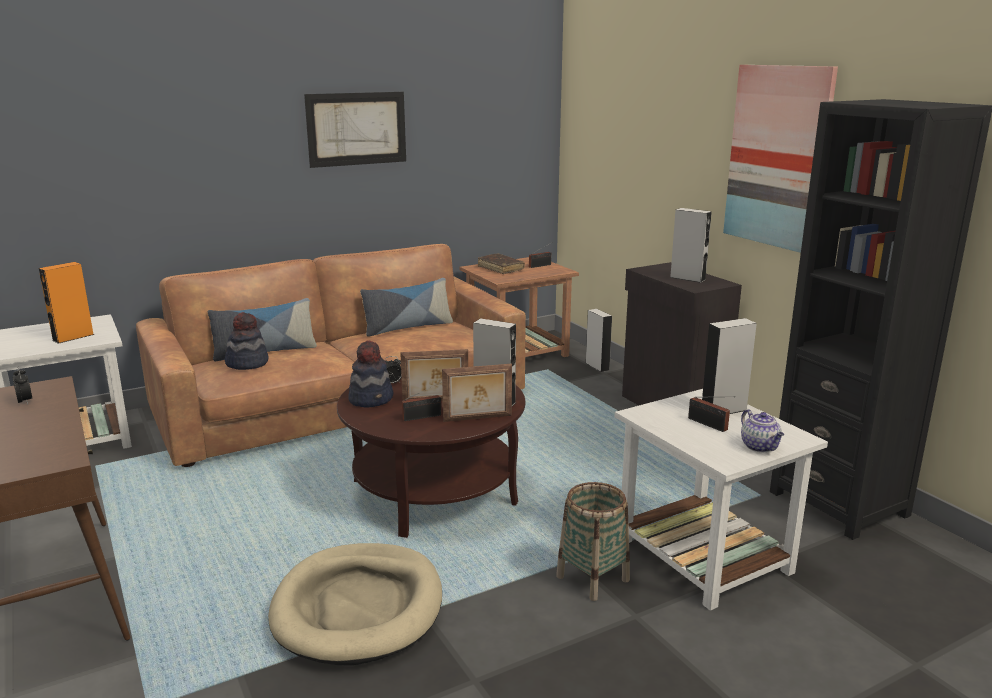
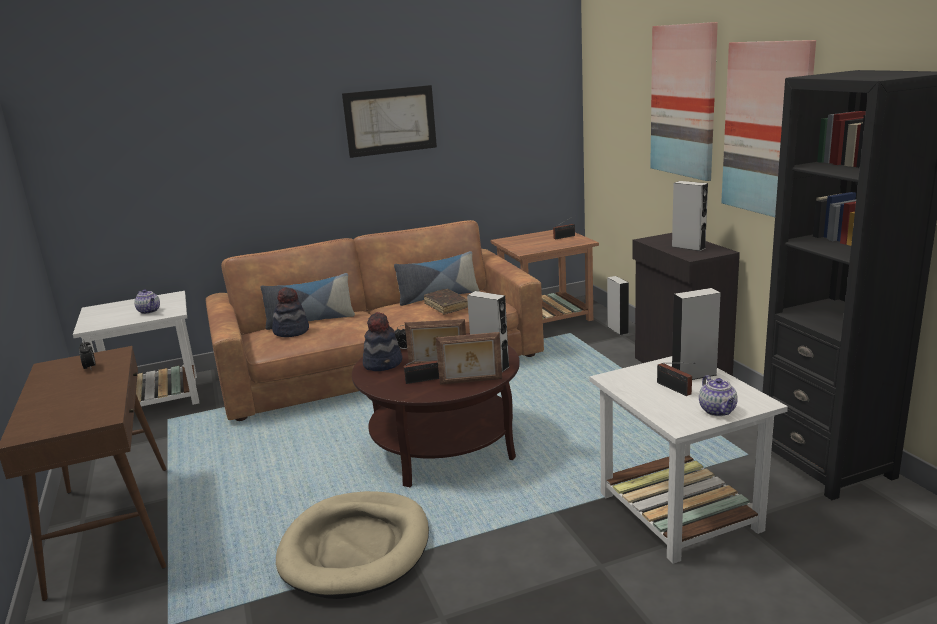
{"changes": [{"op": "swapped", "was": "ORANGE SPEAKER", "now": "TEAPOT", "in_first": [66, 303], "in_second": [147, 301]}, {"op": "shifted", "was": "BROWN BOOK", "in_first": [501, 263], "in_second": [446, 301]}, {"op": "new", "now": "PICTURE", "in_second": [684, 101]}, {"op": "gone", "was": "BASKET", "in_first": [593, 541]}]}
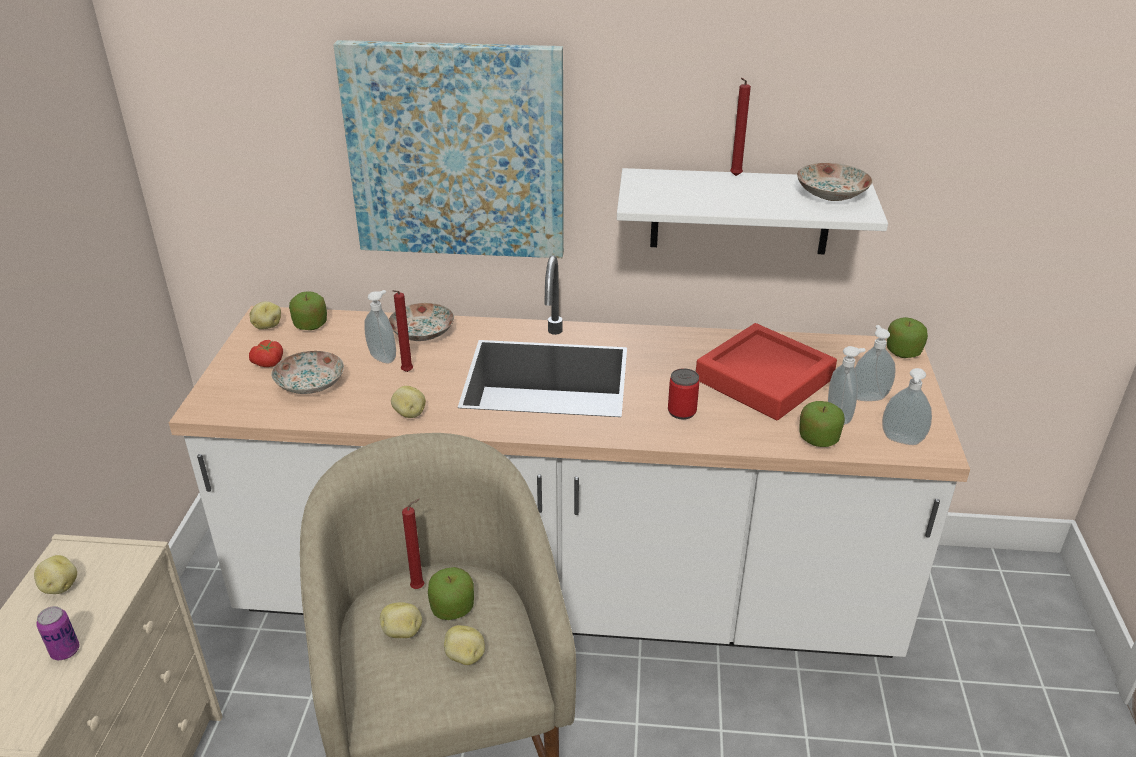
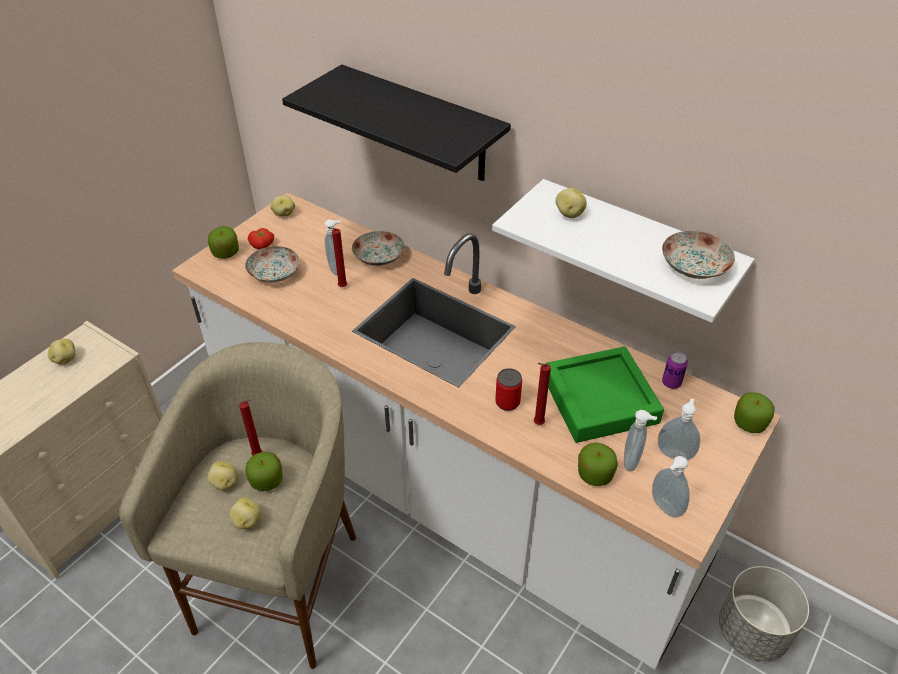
{"changes": [{"op": "shifted", "was": "APPLE", "in_first": [308, 310], "in_second": [223, 242]}, {"op": "swapped", "was": "PICTURE", "now": "BLACK SHELF", "in_first": [448, 149], "in_second": [396, 123]}, {"op": "shifted", "was": "RED CANDLE", "in_first": [740, 127], "in_second": [542, 394]}, {"op": "repainted", "was": "RED TRAY", "now": "GREEN TRAY", "in_first": [766, 371], "in_second": [604, 395]}, {"op": "shifted", "was": "POTATO", "in_first": [408, 402], "in_second": [571, 203]}, {"op": "shifted", "was": "CAN", "in_first": [58, 633], "in_second": [675, 370]}, {"op": "new", "now": "GREY PLANTER", "in_second": [764, 613]}]}
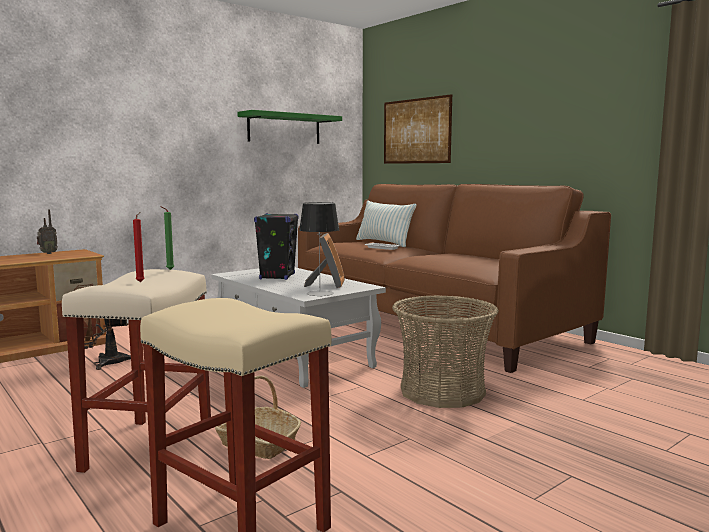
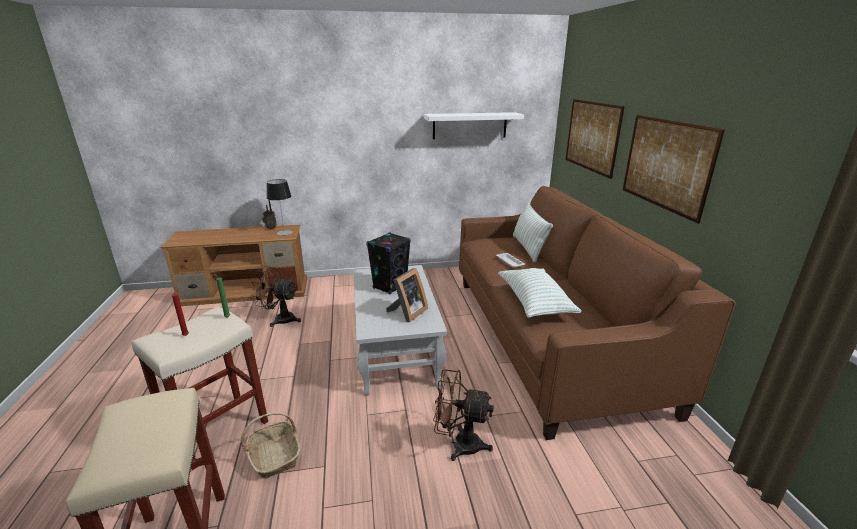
{"changes": [{"op": "shifted", "was": "TABLE LAMP", "in_first": [319, 249], "in_second": [279, 207]}, {"op": "repainted", "was": "GREEN SHELF", "now": "WHITE SHELF", "in_first": [289, 127], "in_second": [474, 125]}, {"op": "swapped", "was": "BASKET", "now": "BROWN FAN", "in_first": [445, 351], "in_second": [463, 415]}, {"op": "new", "now": "PILLOW", "in_second": [540, 293]}, {"op": "new", "now": "PICTURE", "in_second": [674, 169]}]}
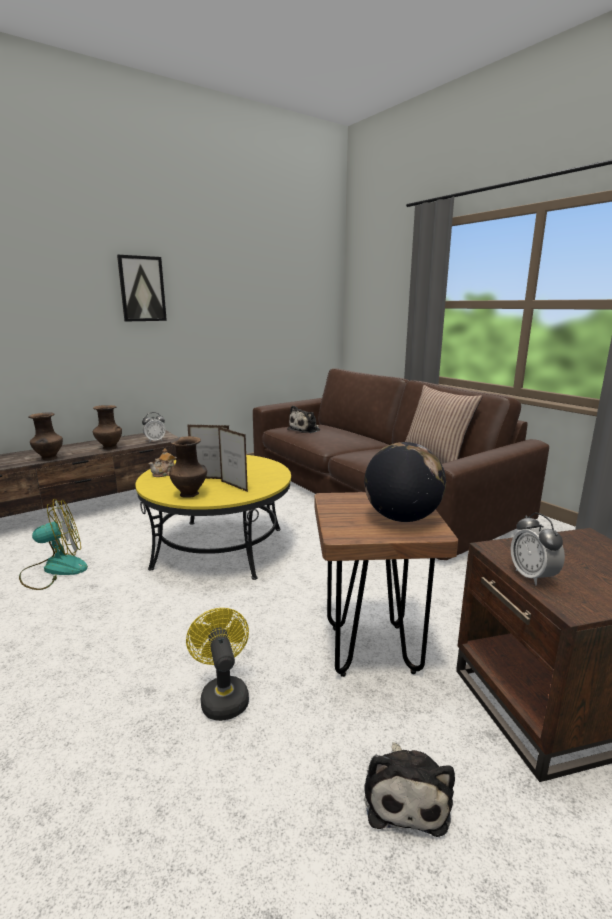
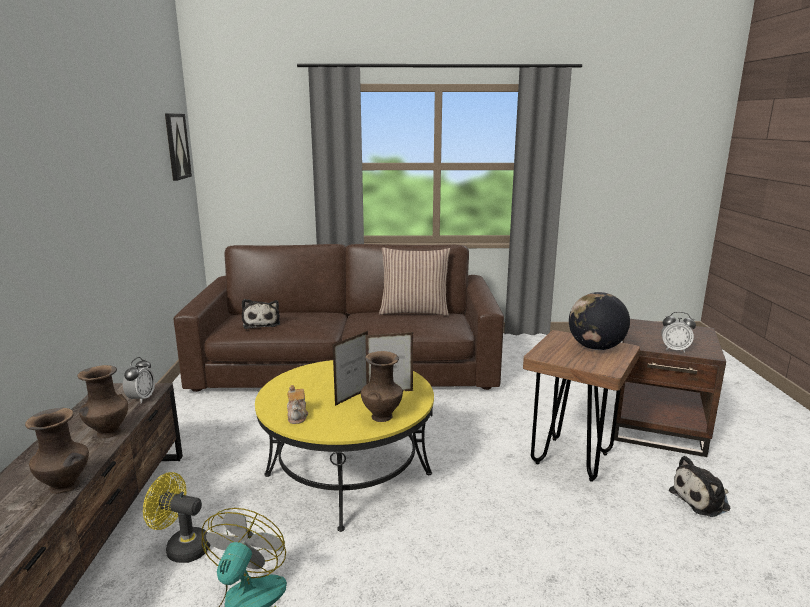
{"changes": [{"op": "shifted", "was": "YELLOW FAN", "in_first": [217, 664], "in_second": [177, 517]}, {"op": "shifted", "was": "PICTURE", "in_first": [142, 288], "in_second": [178, 147]}, {"op": "rotated", "was": "PLUSH TOY", "in_first": [409, 789], "in_second": [700, 486], "clockwise": 120}]}
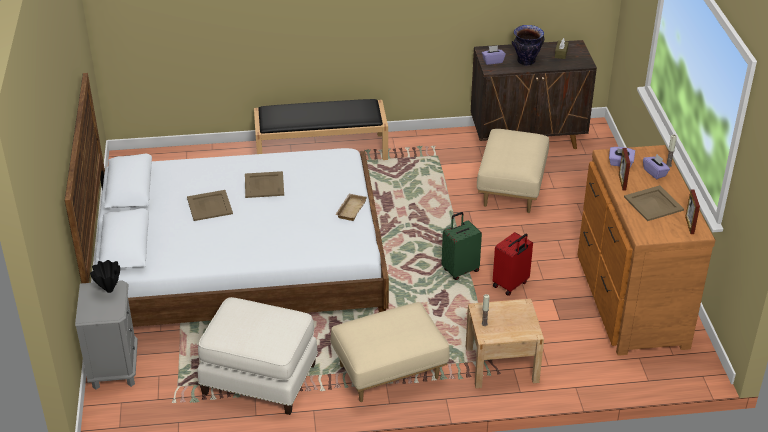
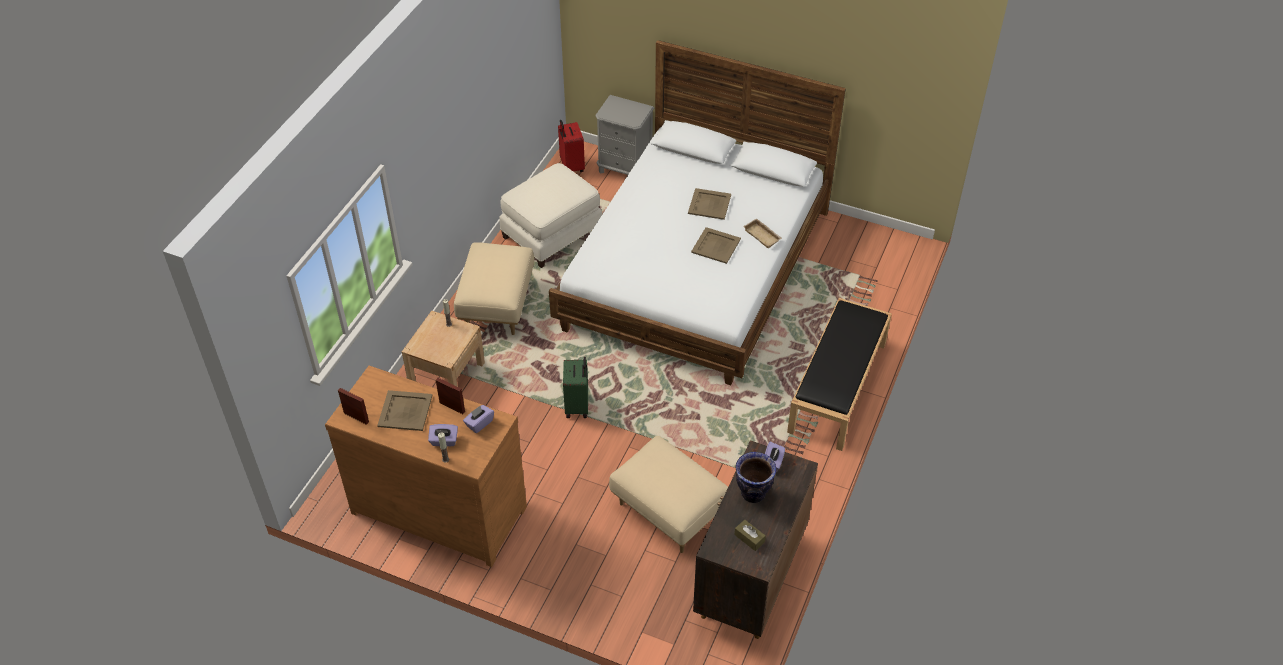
{"changes": [{"op": "shifted", "was": "RED SUITCASE", "in_first": [513, 264], "in_second": [571, 146]}, {"op": "shifted", "was": "BEIGE TRAY", "in_first": [351, 207], "in_second": [762, 233]}, {"op": "gone", "was": "BLACK VASE", "in_first": [105, 276]}]}
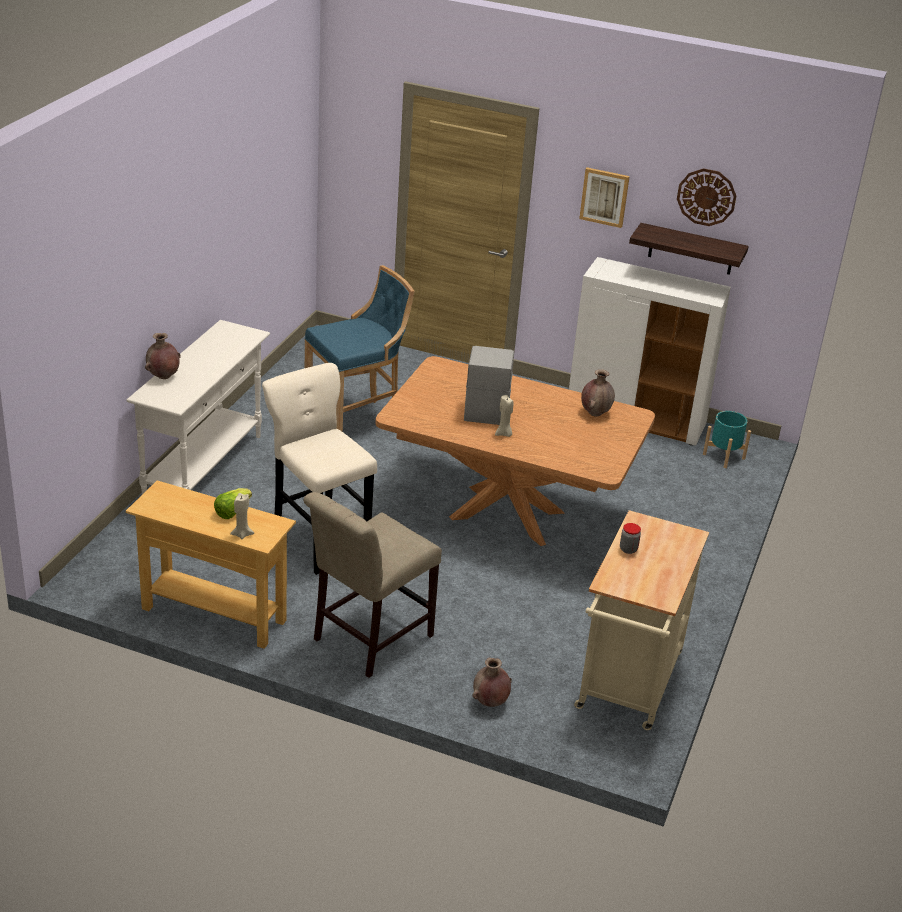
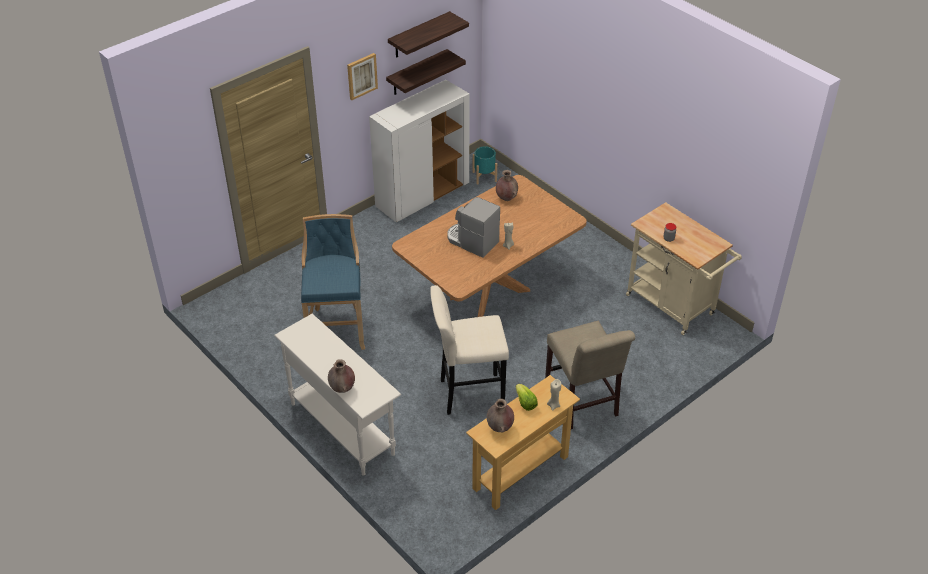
{"changes": [{"op": "swapped", "was": "WALL CLOCK", "now": "SHELF", "in_first": [706, 197], "in_second": [428, 34]}, {"op": "shifted", "was": "BROWN VASE", "in_first": [492, 682], "in_second": [500, 416]}]}
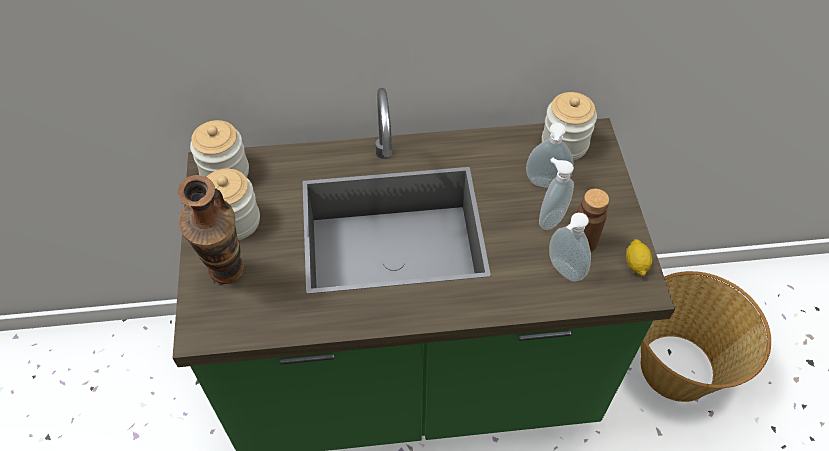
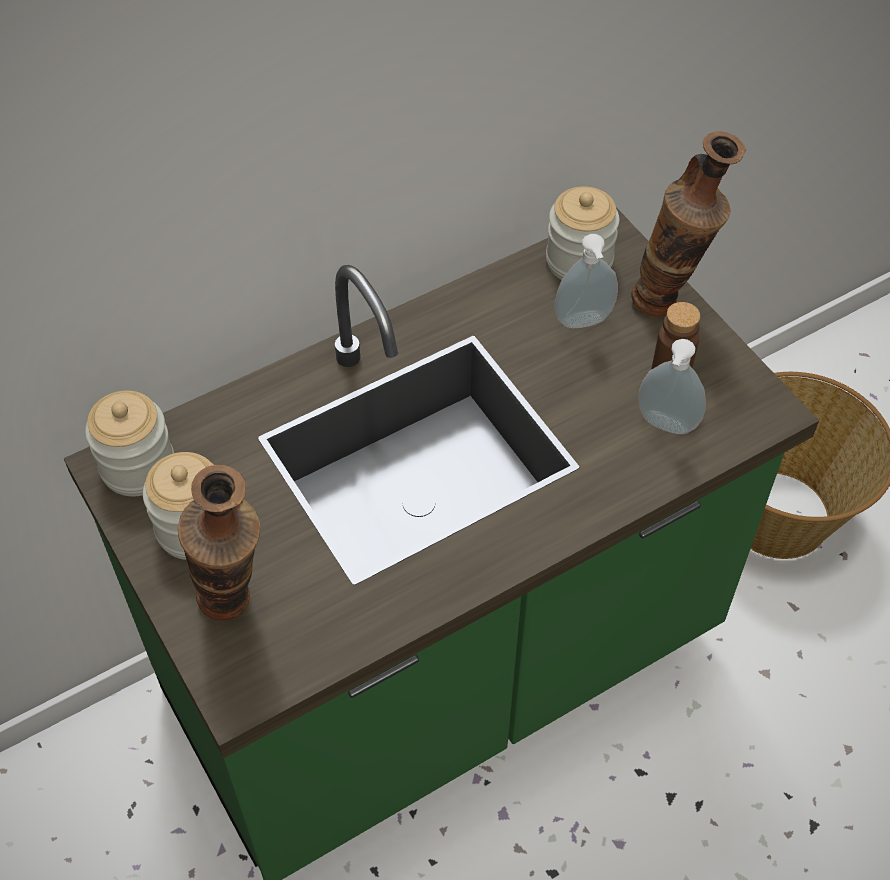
{"changes": [{"op": "new", "now": "VASE", "in_second": [688, 224]}, {"op": "gone", "was": "SOAP DISPENSER", "in_first": [556, 193]}, {"op": "gone", "was": "LEMON", "in_first": [639, 257]}]}
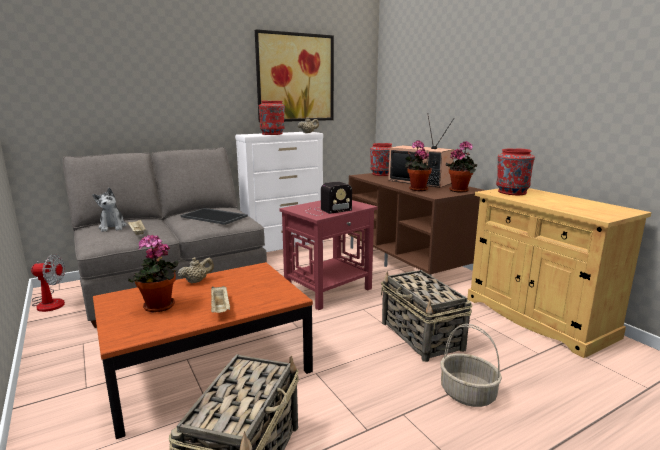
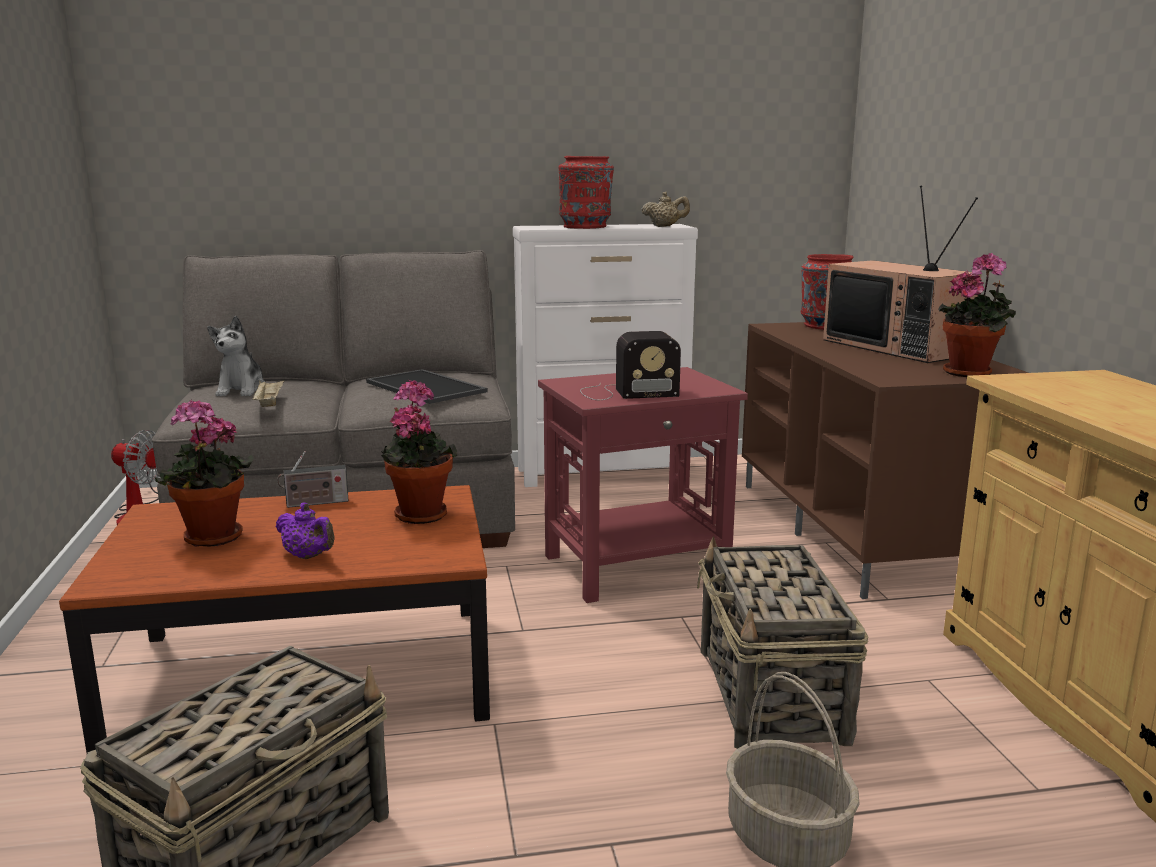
{"changes": [{"op": "swapped", "was": "BEIGE TRAY", "now": "PURPLE TEAPOT", "in_first": [220, 299], "in_second": [305, 531]}, {"op": "swapped", "was": "BEIGE TEAPOT", "now": "RADIO", "in_first": [196, 270], "in_second": [313, 479]}, {"op": "shifted", "was": "POTTED PLANT", "in_first": [418, 165], "in_second": [419, 452]}, {"op": "gone", "was": "PICTURE", "in_first": [294, 75]}, {"op": "gone", "was": "RED VASE", "in_first": [515, 172]}]}
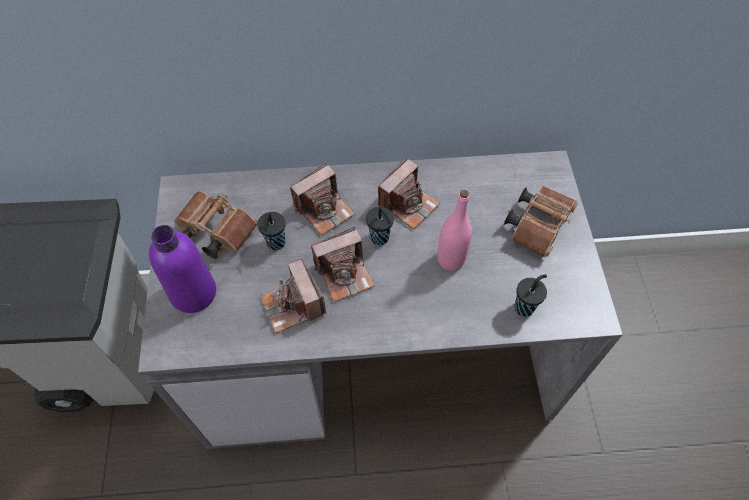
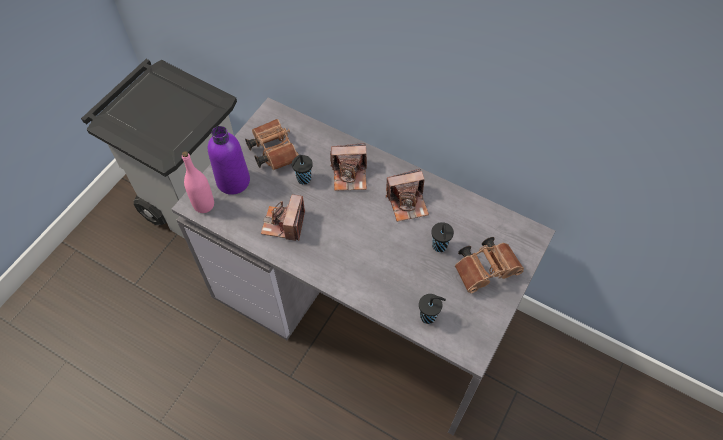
{"changes": [{"op": "shifted", "was": "PINK BOTTLE", "in_first": [454, 230], "in_second": [198, 182]}, {"op": "shifted", "was": "BLACK CUP", "in_first": [380, 226], "in_second": [442, 237]}, {"op": "gone", "was": "PHOTO CAMERA", "in_first": [343, 264]}]}
